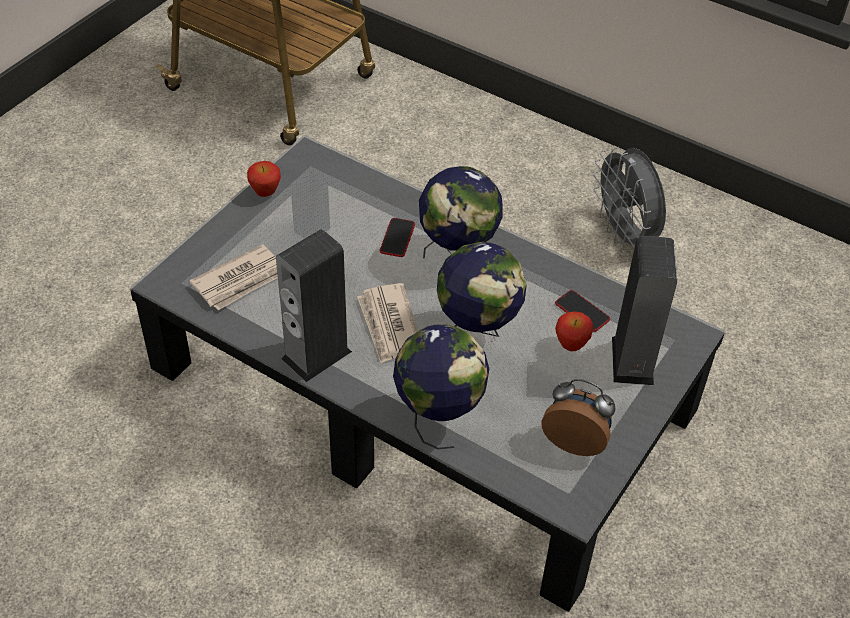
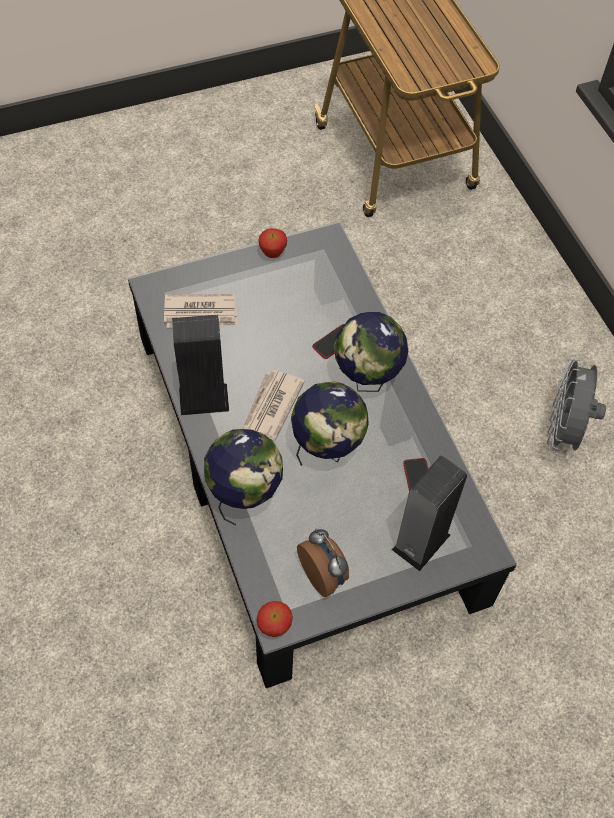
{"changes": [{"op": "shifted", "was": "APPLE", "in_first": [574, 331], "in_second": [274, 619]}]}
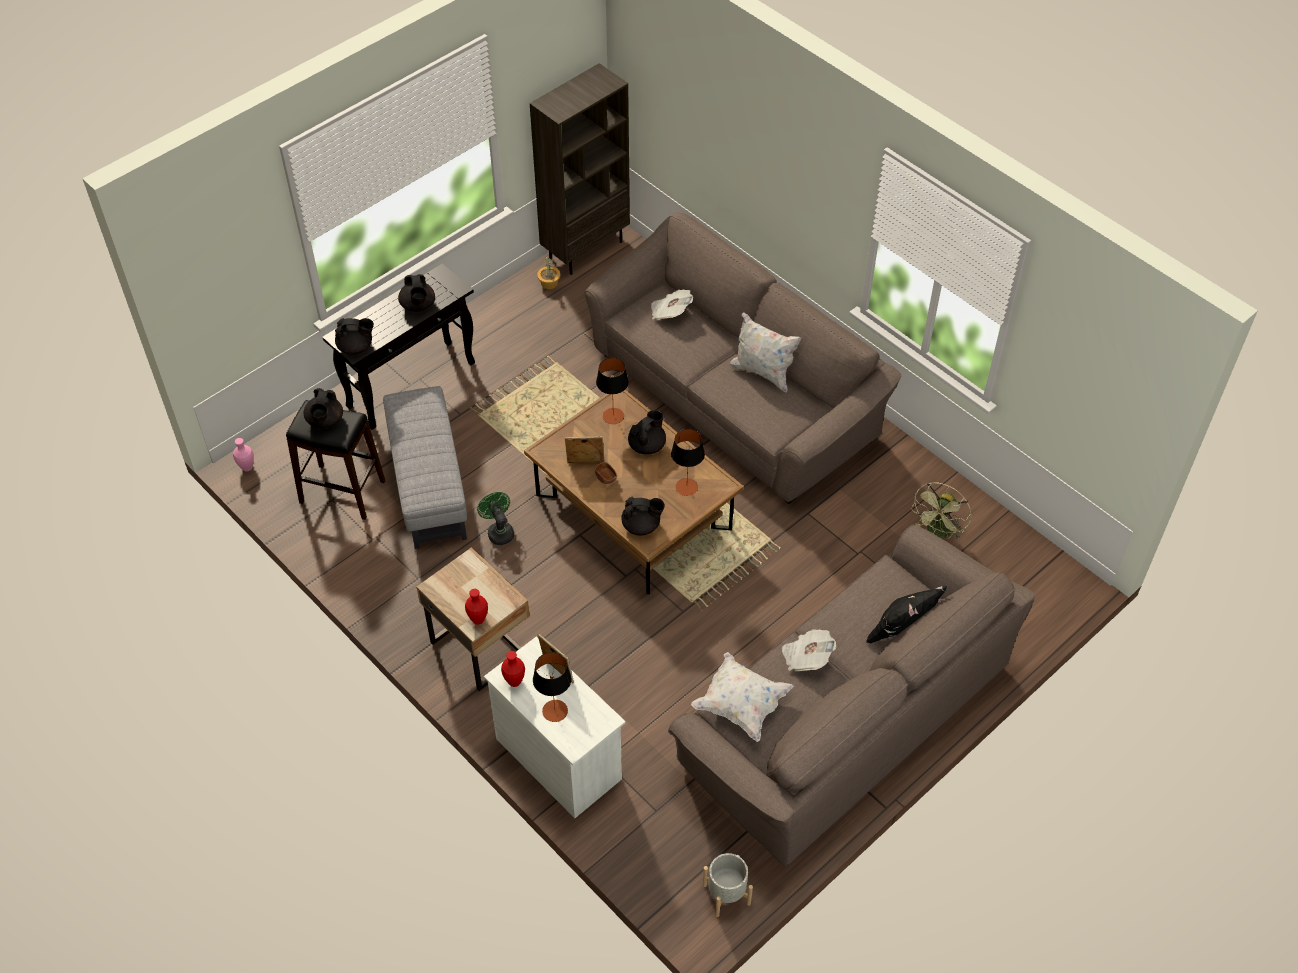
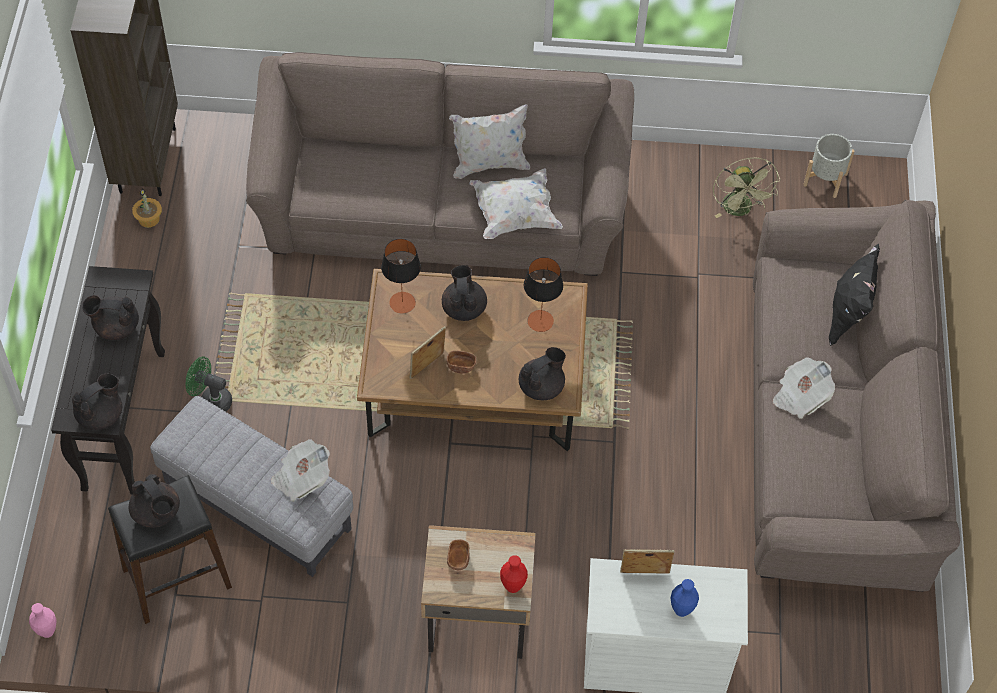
{"changes": [{"op": "rotated", "was": "BLACK TEAPOT", "in_first": [416, 293], "in_second": [110, 317], "clockwise": 150}, {"op": "shifted", "was": "GREEN FAN", "in_first": [495, 518], "in_second": [209, 384]}, {"op": "shifted", "was": "NEWSPAPER", "in_first": [672, 305], "in_second": [300, 470]}, {"op": "new", "now": "BROWN BOWL", "in_second": [458, 554]}, {"op": "shifted", "was": "WHITE PILLOW", "in_first": [742, 697], "in_second": [516, 203]}, {"op": "swapped", "was": "TABLE LAMP", "now": "BLUE VASE", "in_first": [552, 687], "in_second": [685, 598]}, {"op": "shifted", "was": "GREY PLANTER", "in_first": [728, 885], "in_second": [829, 166]}, {"op": "gone", "was": "RED VASE", "in_first": [513, 669]}]}
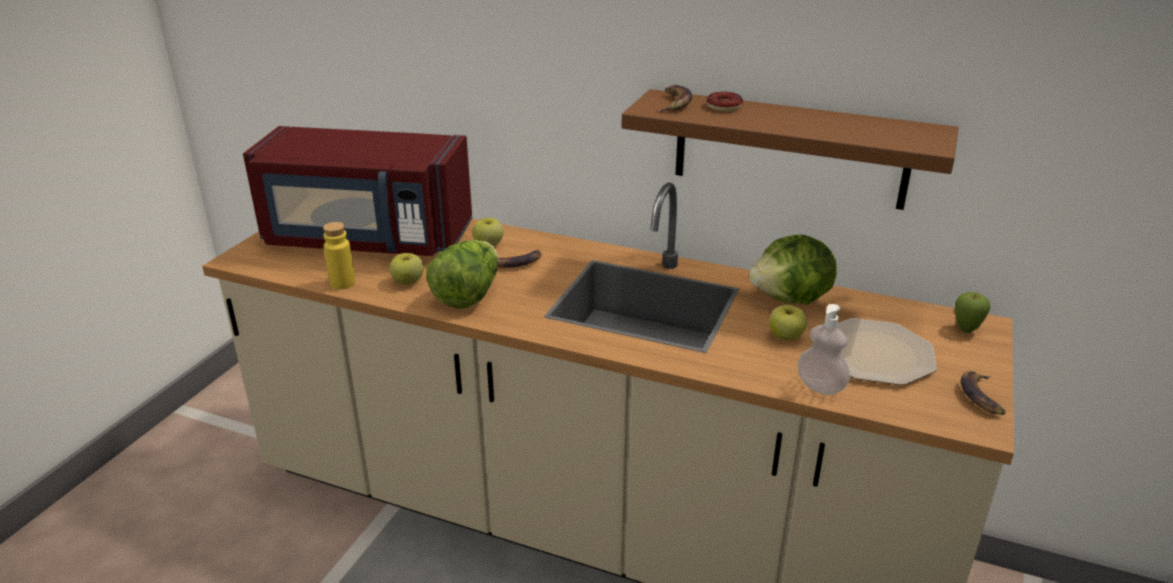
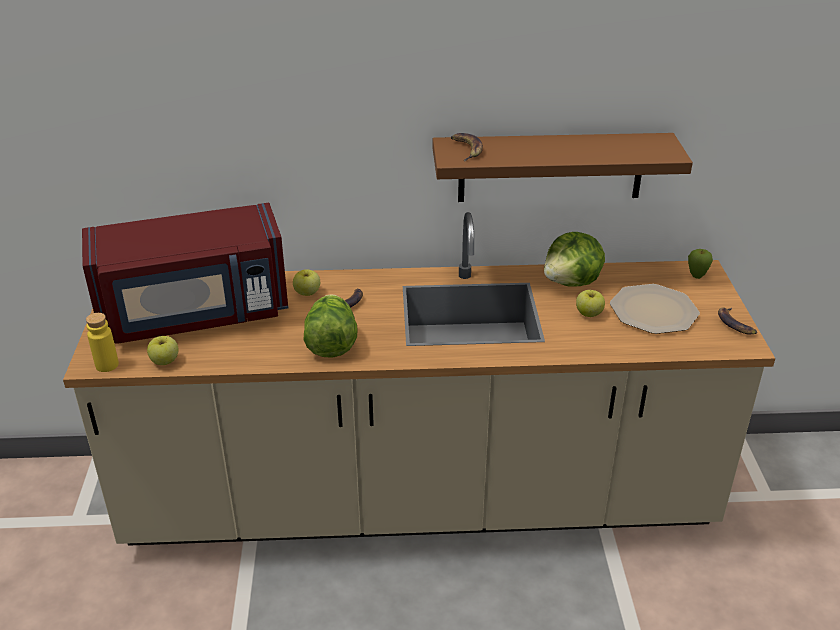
{"changes": [{"op": "shifted", "was": "YELLOW BOTTLE", "in_first": [339, 256], "in_second": [102, 342]}, {"op": "shifted", "was": "APPLE", "in_first": [407, 269], "in_second": [163, 350]}, {"op": "gone", "was": "DONUT", "in_first": [724, 101]}, {"op": "gone", "was": "SOAP DISPENSER", "in_first": [823, 349]}]}
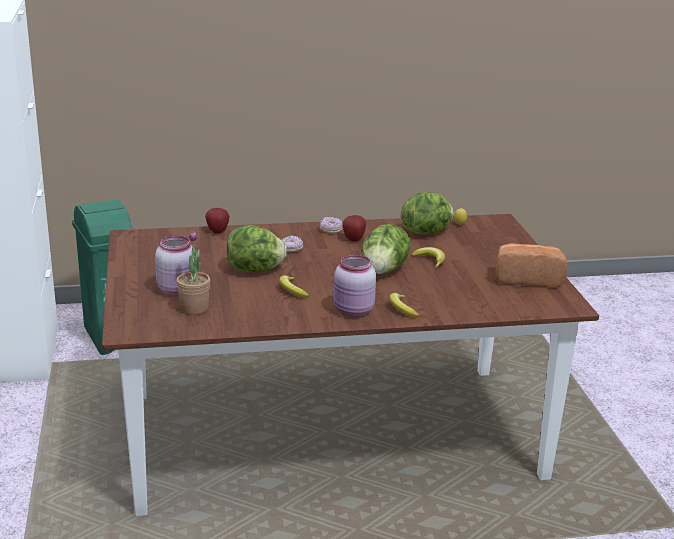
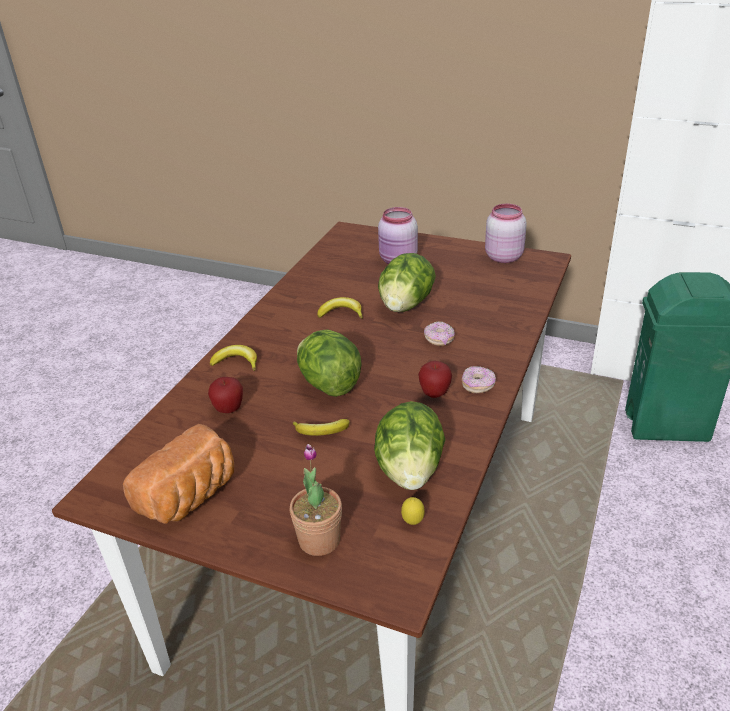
{"changes": [{"op": "shifted", "was": "APPLE", "in_first": [217, 221], "in_second": [225, 395]}, {"op": "shifted", "was": "POTTED PLANT", "in_first": [193, 273], "in_second": [316, 500]}, {"op": "shifted", "was": "PINK JAR", "in_first": [355, 286], "in_second": [505, 233]}]}
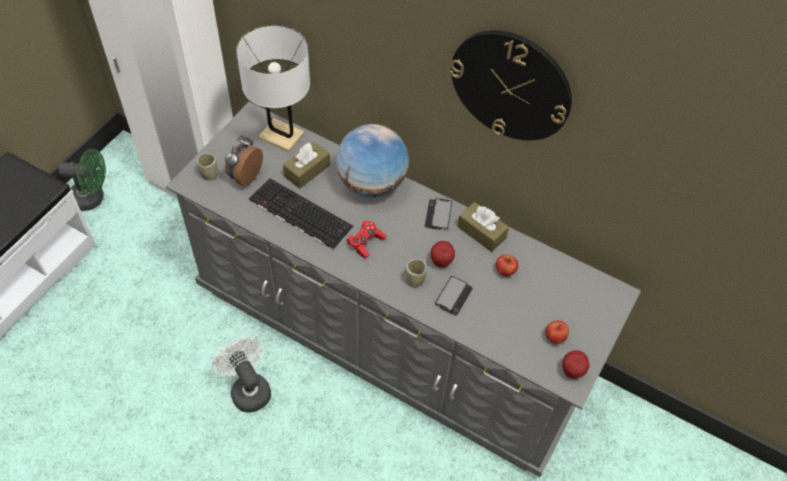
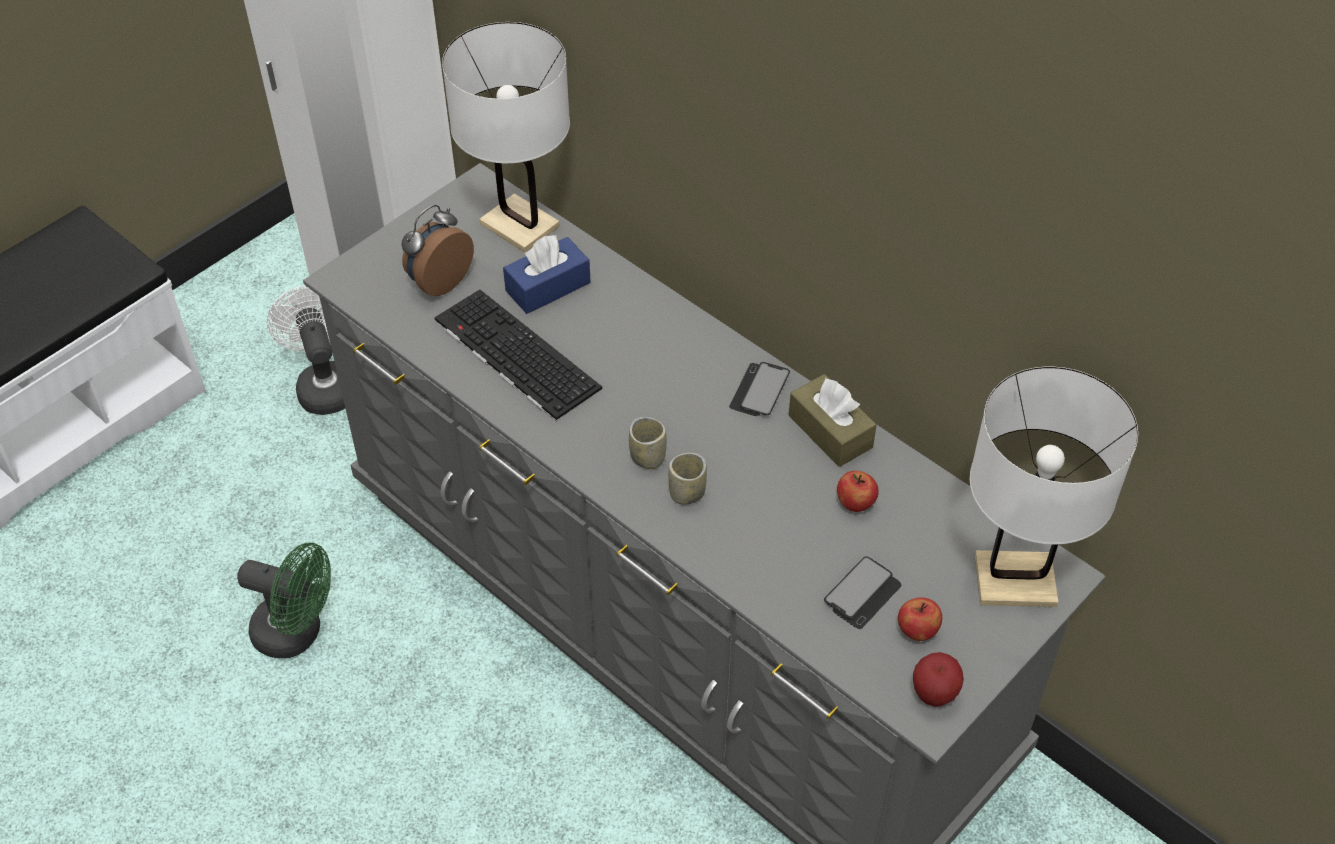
{"changes": [{"op": "shifted", "was": "GREEN FAN", "in_first": [82, 180], "in_second": [284, 600]}, {"op": "shifted", "was": "WHITE FAN", "in_first": [241, 375], "in_second": [306, 350]}, {"op": "repainted", "was": "BROWN TISSUE BOX", "now": "BLUE TISSUE BOX", "in_first": [306, 165], "in_second": [547, 274]}, {"op": "shifted", "was": "CUP", "in_first": [207, 167], "in_second": [648, 443]}, {"op": "shifted", "was": "PHONE", "in_first": [454, 296], "in_second": [862, 592]}, {"op": "new", "now": "WHITE TABLE LAMP", "in_second": [1054, 487]}, {"op": "gone", "was": "GLOBE", "in_first": [372, 160]}, {"op": "gone", "was": "RED GAME CONTROLLER", "in_first": [366, 239]}, {"op": "gone", "was": "APPLE", "in_first": [443, 254]}, {"op": "gone", "was": "WALL CLOCK", "in_first": [511, 85]}]}
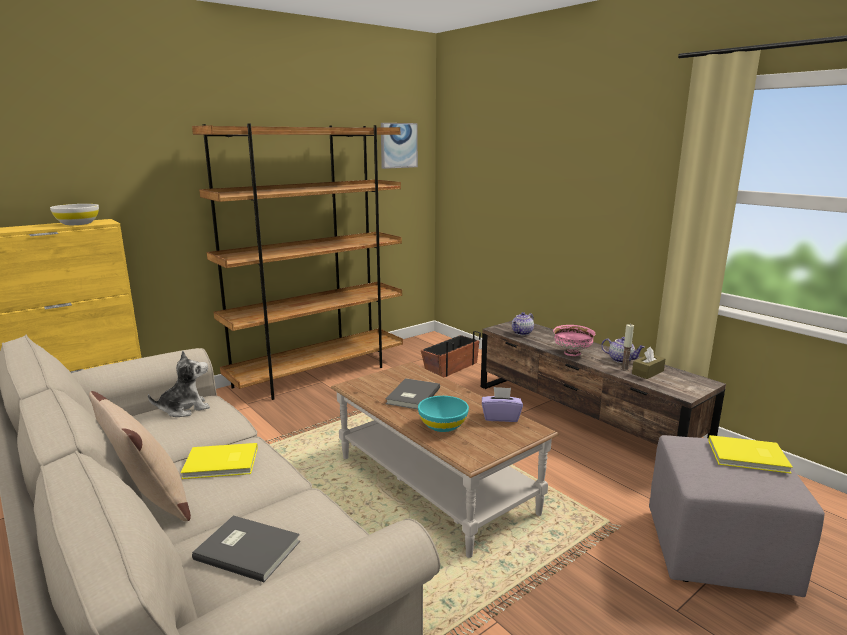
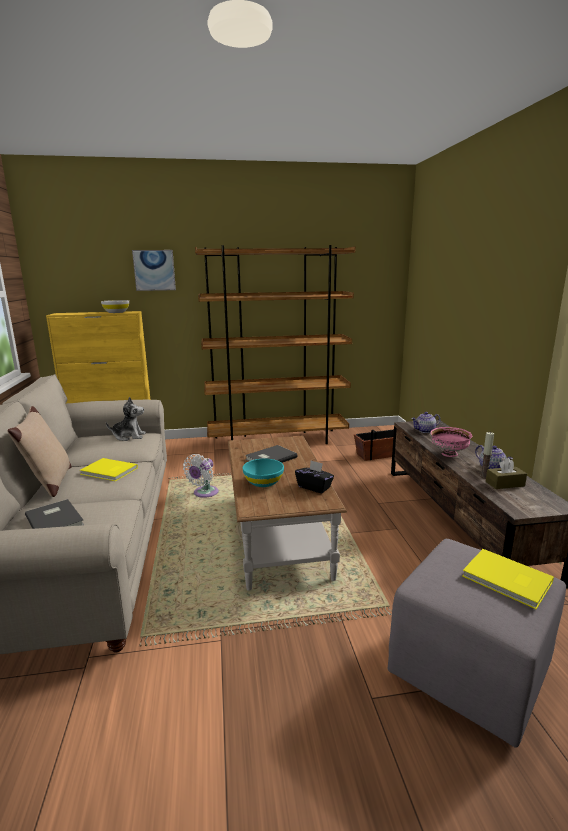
{"changes": [{"op": "shifted", "was": "PICTURE", "in_first": [399, 146], "in_second": [154, 270]}, {"op": "new", "now": "WHITE FAN", "in_second": [201, 476]}, {"op": "repainted", "was": "PURPLE TISSUE BOX", "now": "BLACK TISSUE BOX", "in_first": [502, 404], "in_second": [314, 476]}]}
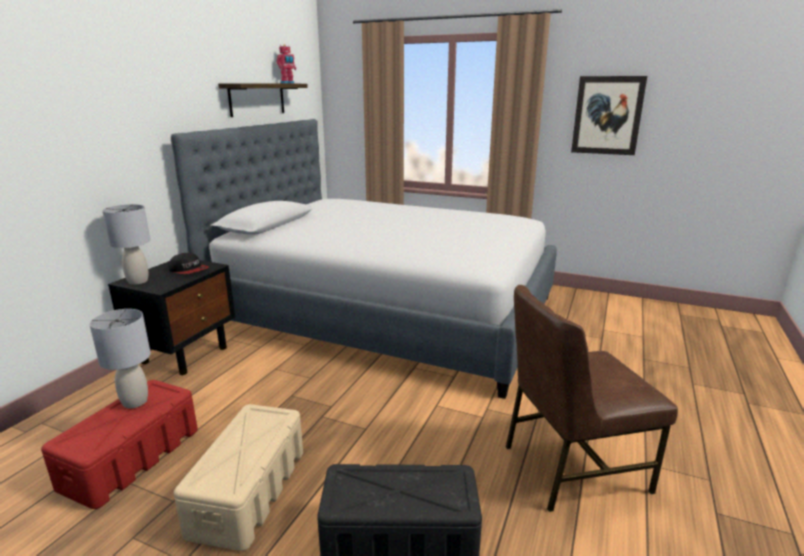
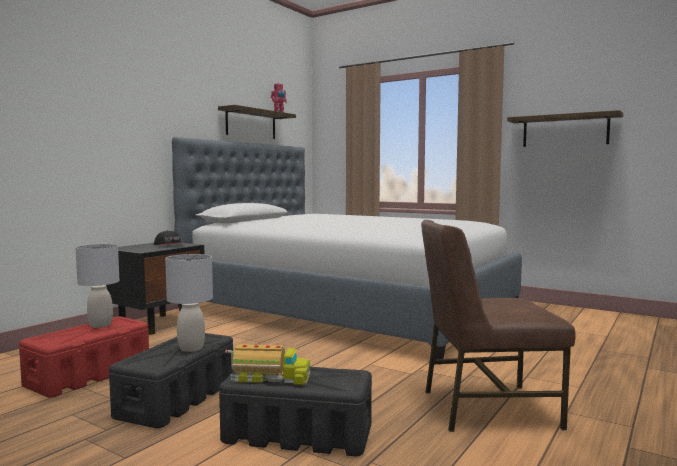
{"changes": [{"op": "repainted", "was": "BEIGE STORAGE BOX", "now": "BLACK STORAGE BOX", "in_first": [238, 477], "in_second": [171, 380]}, {"op": "shifted", "was": "GREY TABLE LAMP", "in_first": [126, 244], "in_second": [189, 303]}, {"op": "new", "now": "TOY TRUCK", "in_second": [267, 364]}, {"op": "swapped", "was": "PICTURE", "now": "SHELF", "in_first": [609, 115], "in_second": [565, 128]}]}
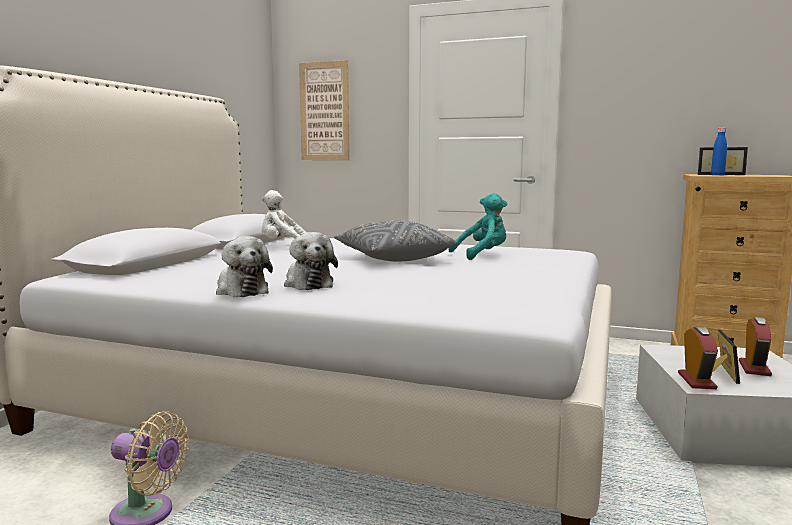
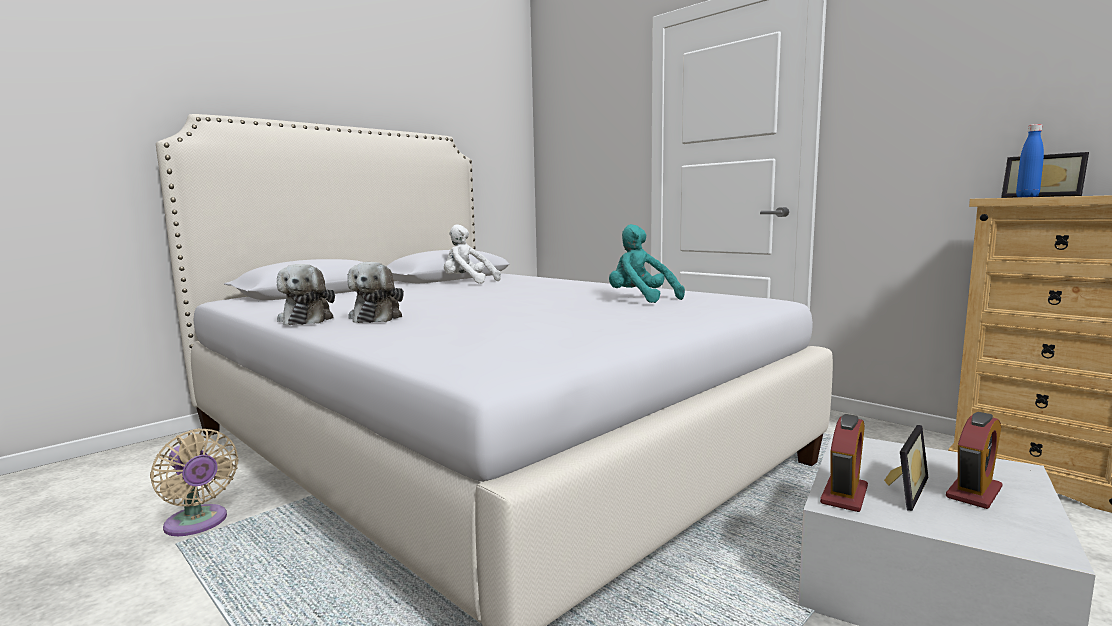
{"changes": [{"op": "rotated", "was": "TURQUOISE PLUSH TOY", "in_first": [477, 226], "in_second": [647, 263], "clockwise": -135}, {"op": "gone", "was": "PICTURE", "in_first": [324, 110]}, {"op": "gone", "was": "GREY PILLOW", "in_first": [396, 241]}]}
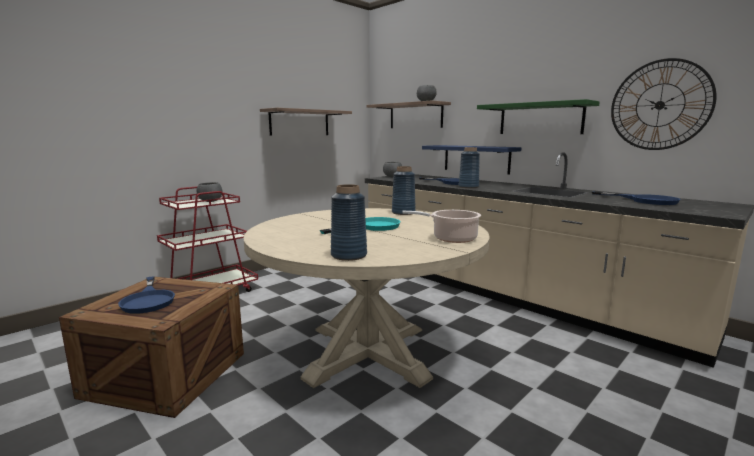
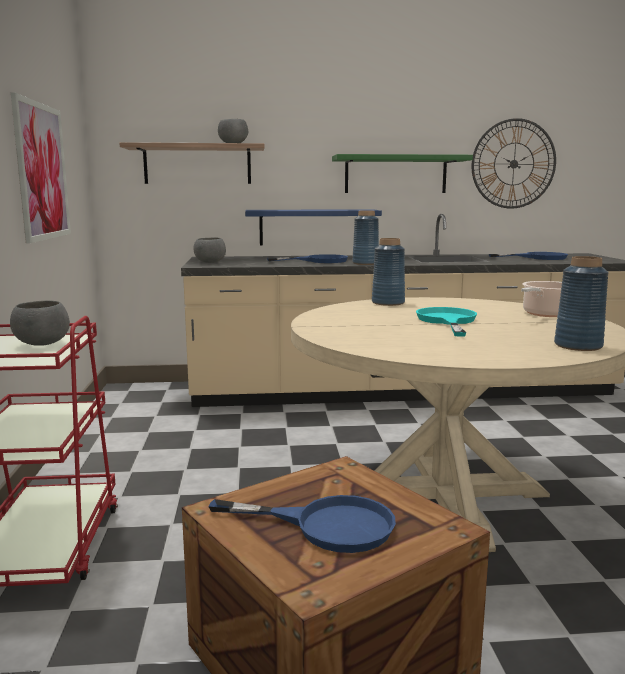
{"changes": [{"op": "swapped", "was": "SHELF", "now": "PICTURE", "in_first": [306, 121], "in_second": [41, 167]}]}
